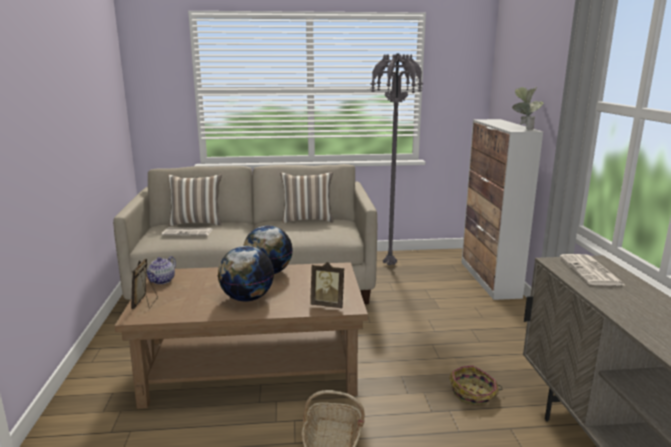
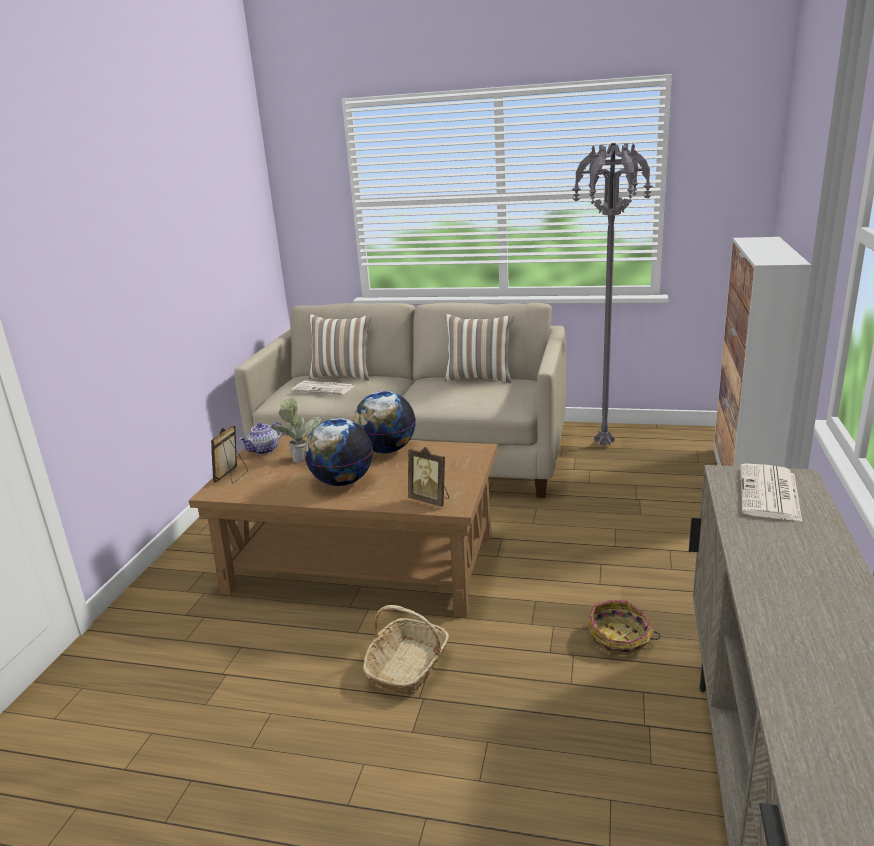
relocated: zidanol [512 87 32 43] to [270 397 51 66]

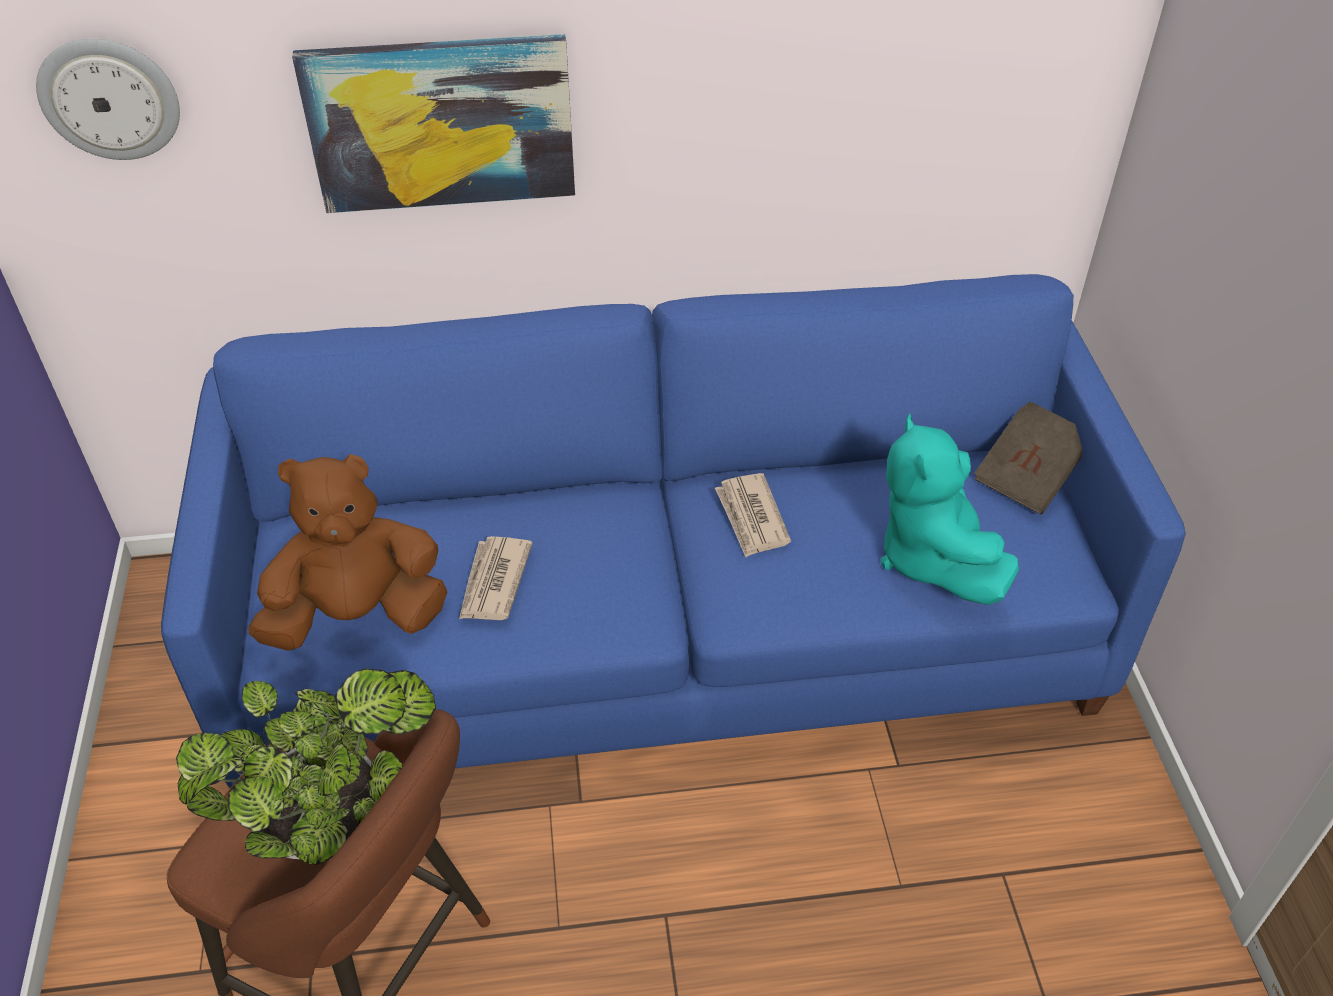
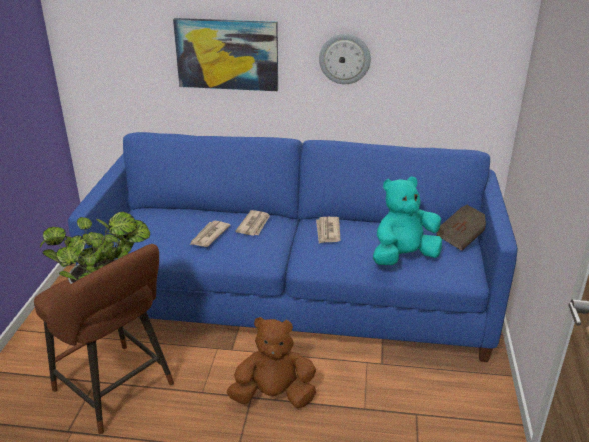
appeared: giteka [235 210 35 26]
relocated: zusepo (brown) [248 454 199 197] to [227 317 89 91]; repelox [36 39 144 121] to [319 34 52 50]
spun: zusepo (turquoise) [880 413 139 192] = [373 177 69 88] 60 degrees clockwise

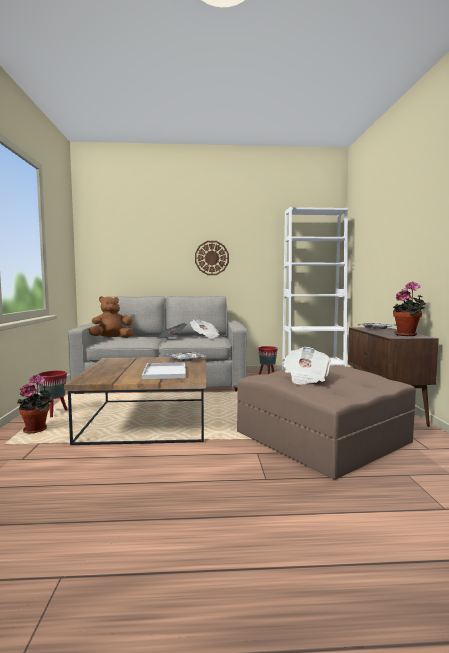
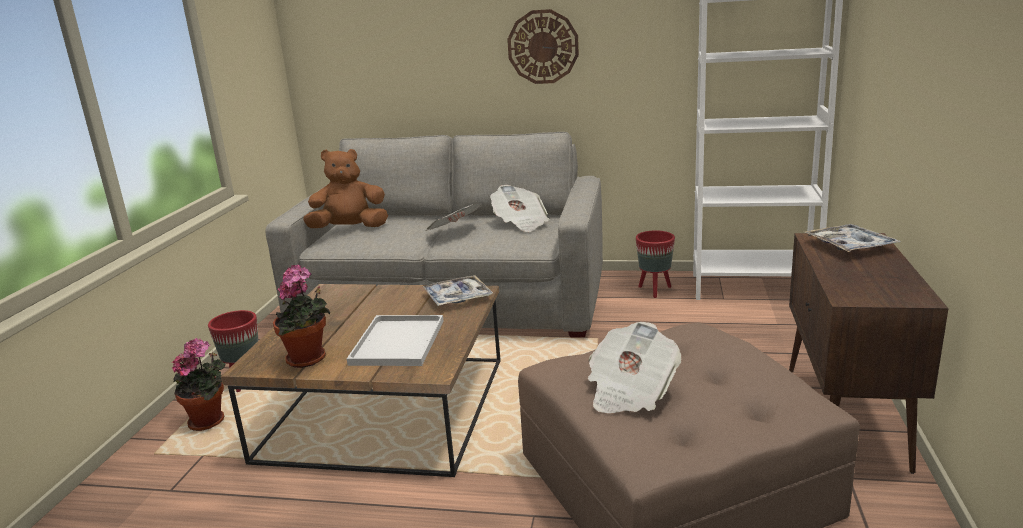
relocated: zidanol [393 282 33 54] to [273 265 57 103]

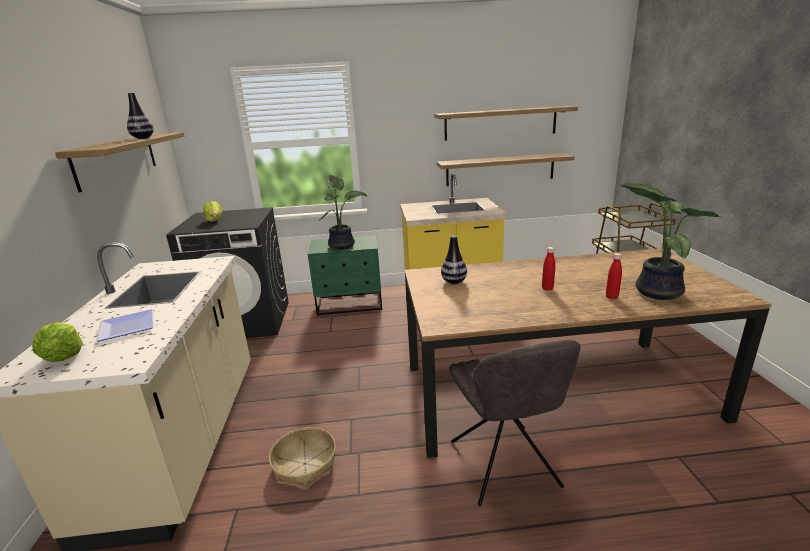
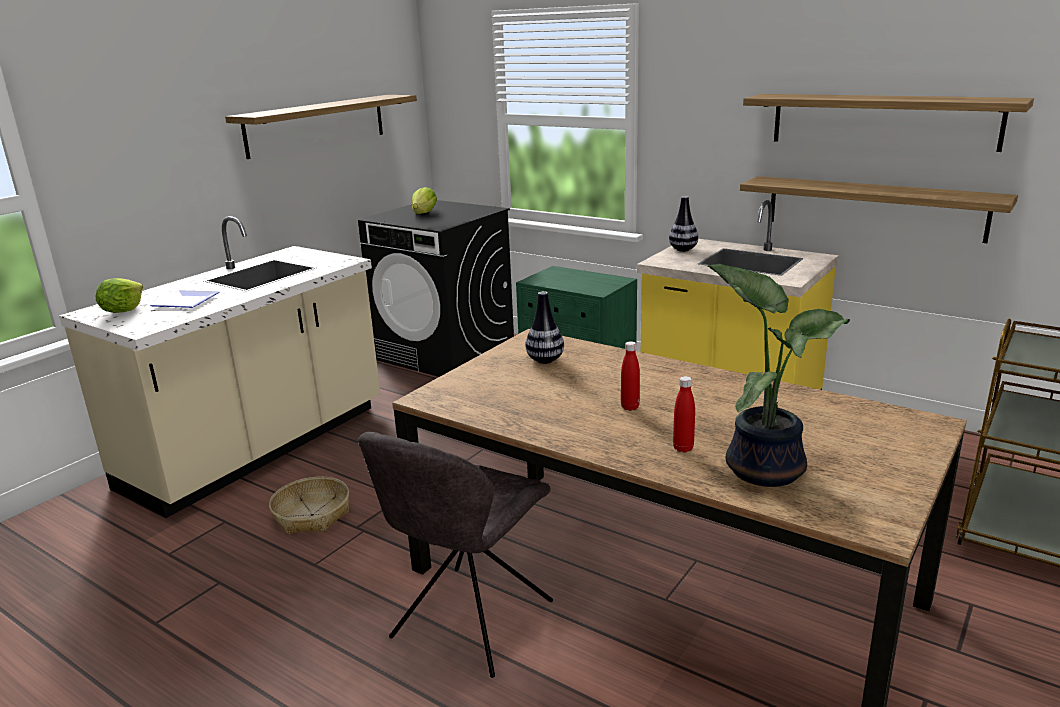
missing: zidanol [319 175 48 75]
relocated: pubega [127 93 27 46] to [669 196 29 56]

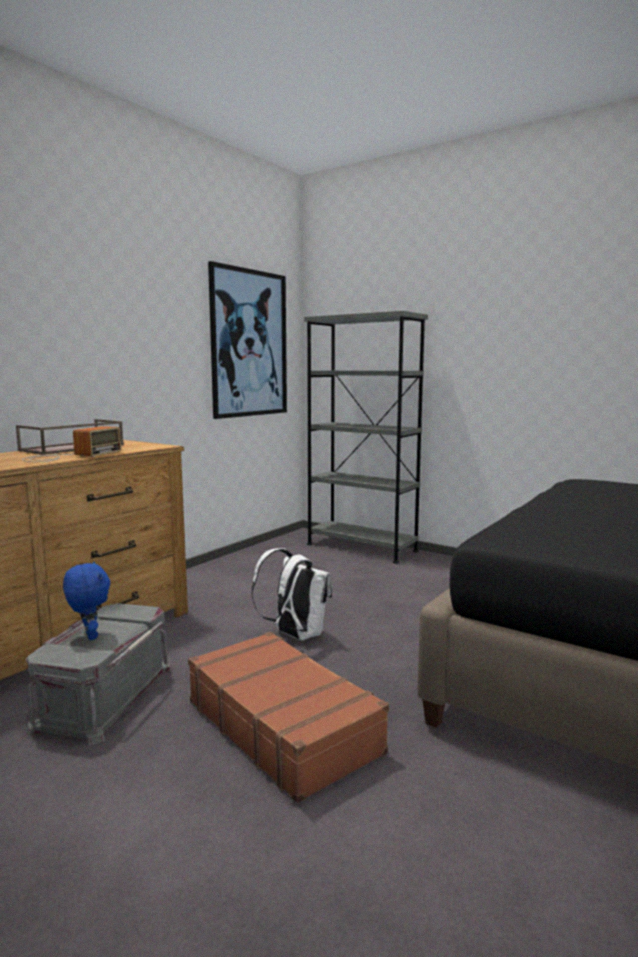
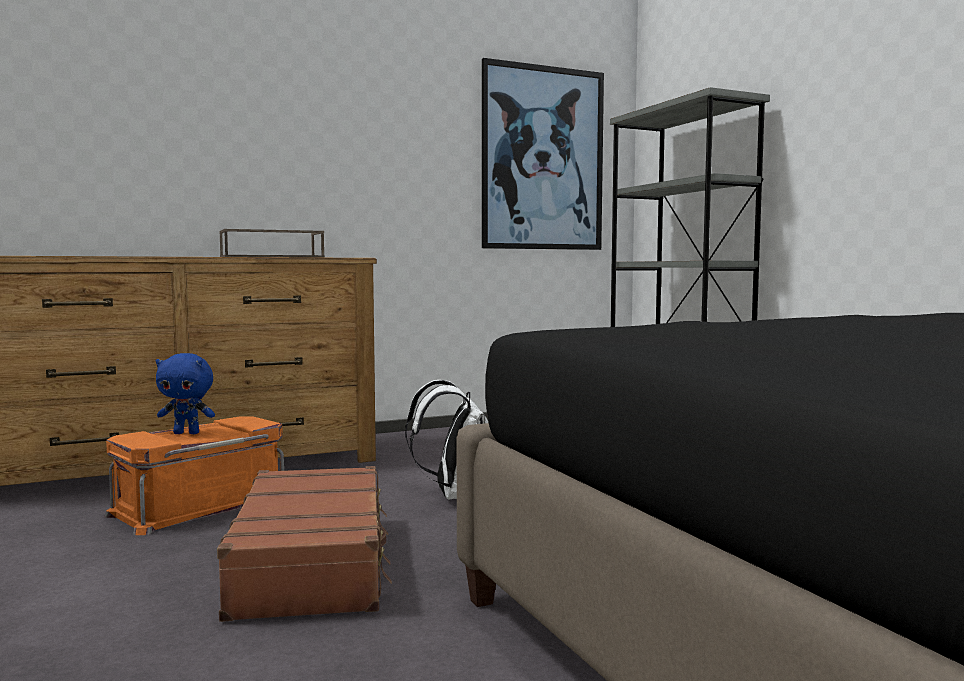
missing: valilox [22 426 99 36]
colour: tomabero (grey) [26 603 146 142] to tomabero (orange) [104 416 180 119]
spun: zusepo (blue) [63 562 48 78] = [156 353 59 81] 90 degrees clockwise

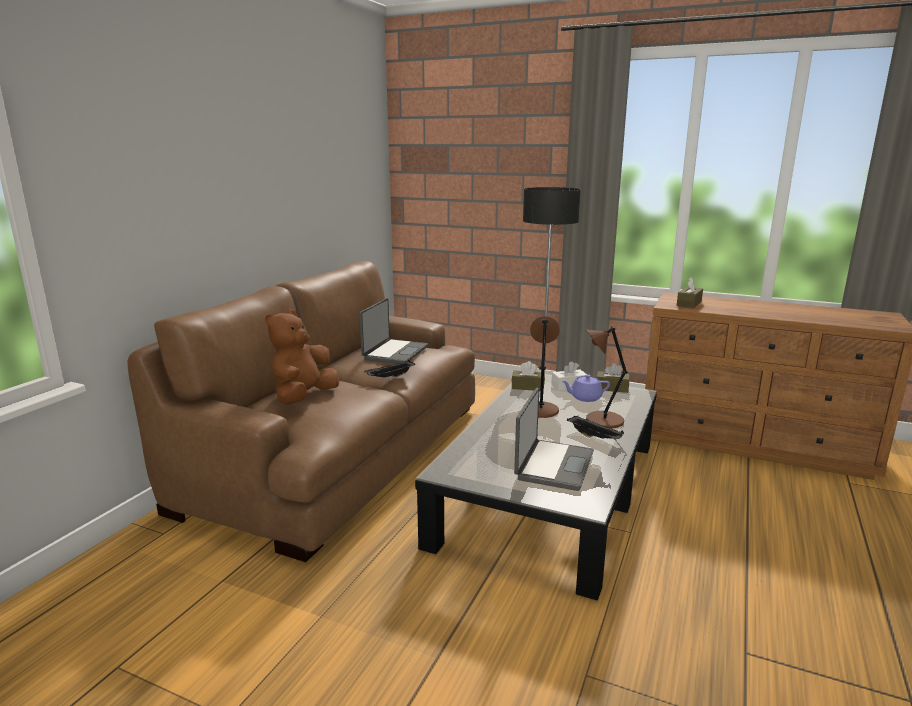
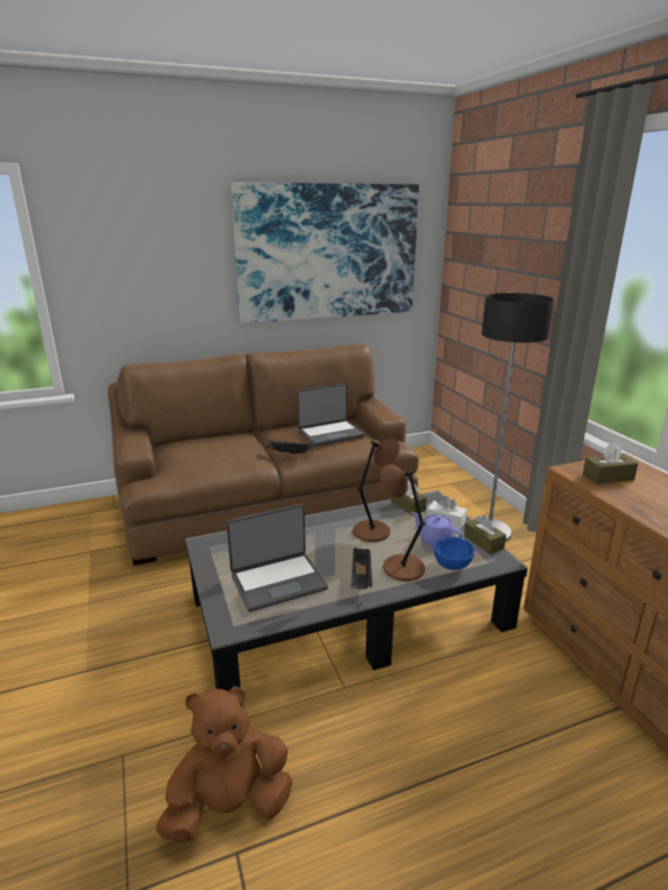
appeared: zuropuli [231 182 188 142]; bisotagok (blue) [434 537 41 33]
relocated: zusepo (brown) [265 310 74 94] to [156 686 136 157]

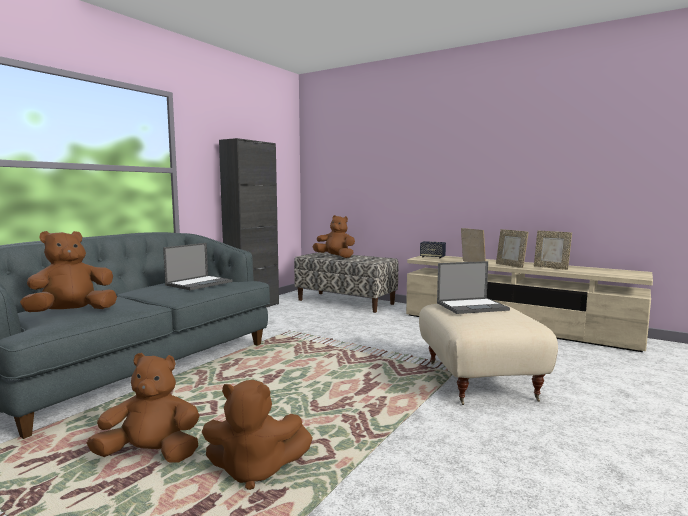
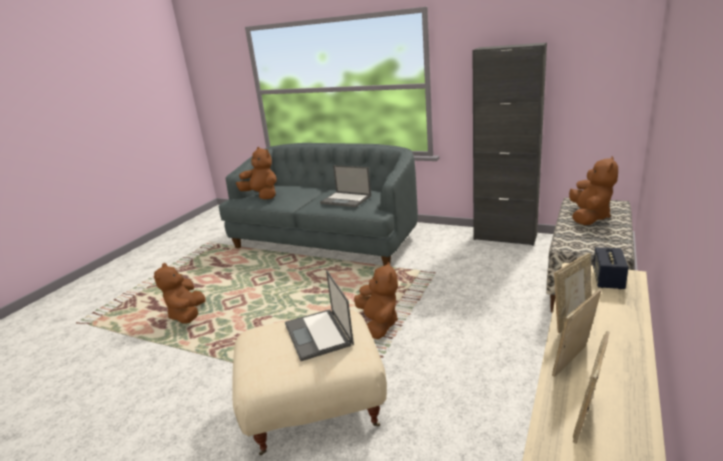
relocated: zusepo (brown) [87 353 113 110] to [354 262 44 77]

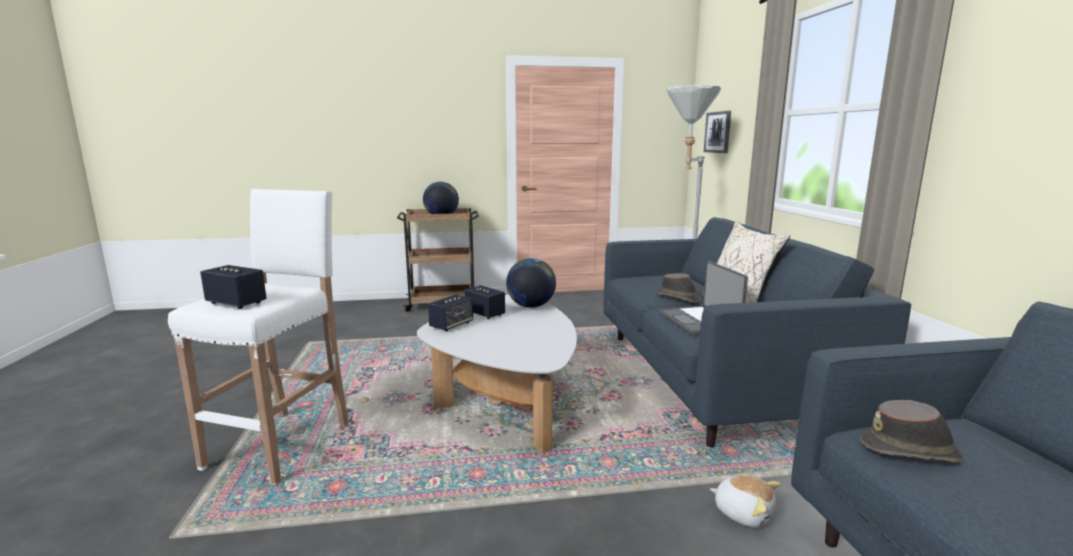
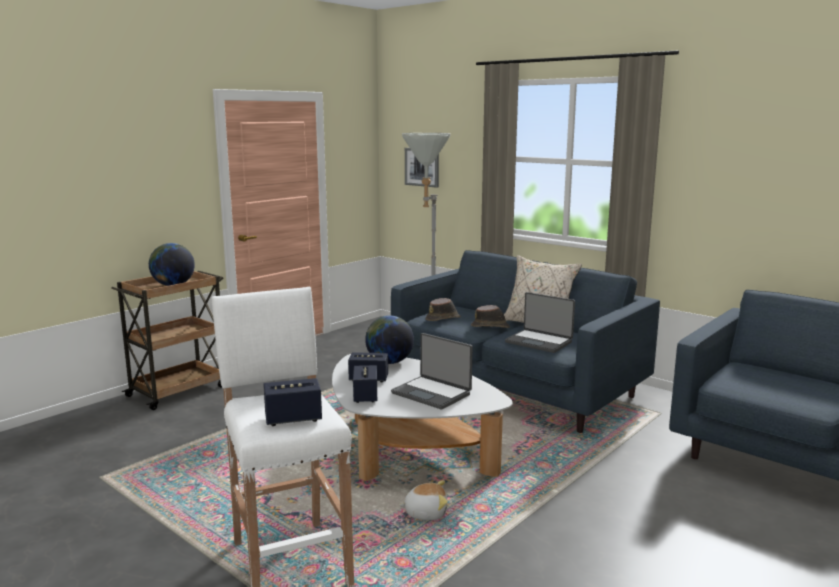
appeared: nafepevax [391 333 82 76]
relocated: zusepo [710 475 71 53] to [398 480 50 40]; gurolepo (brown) [860 400 104 63] to [426 298 35 23]

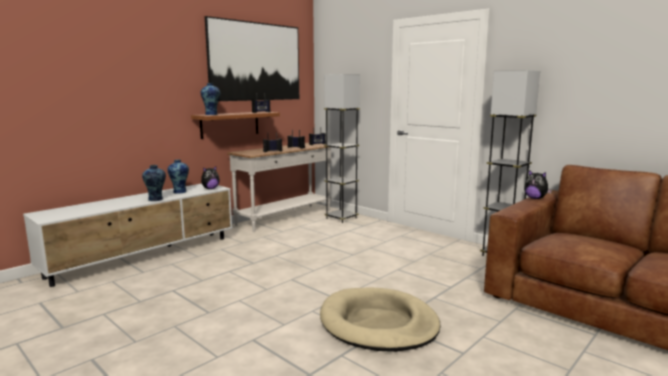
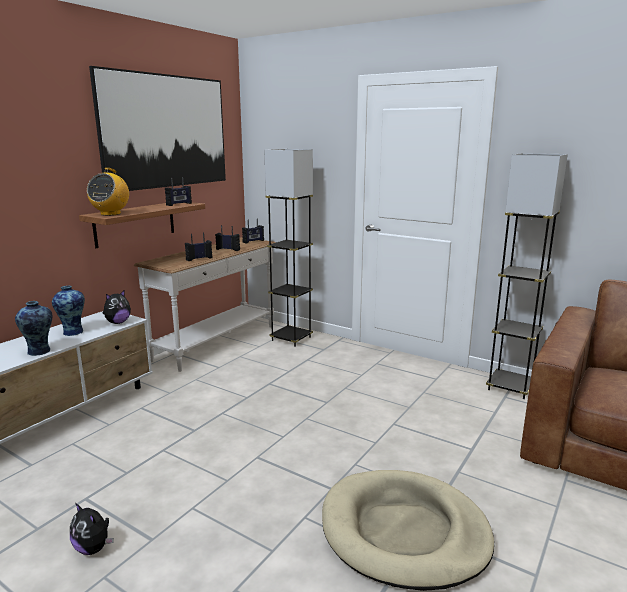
relocated: zusepo [524 170 28 29] to [70 503 44 52]
exchanged: pubega [201 83 19 32] to valilox [87 168 42 48]

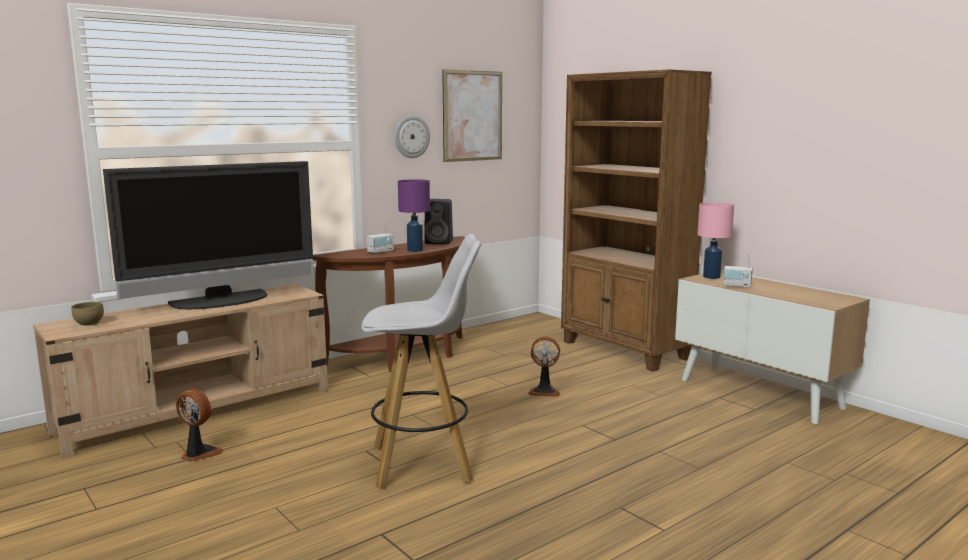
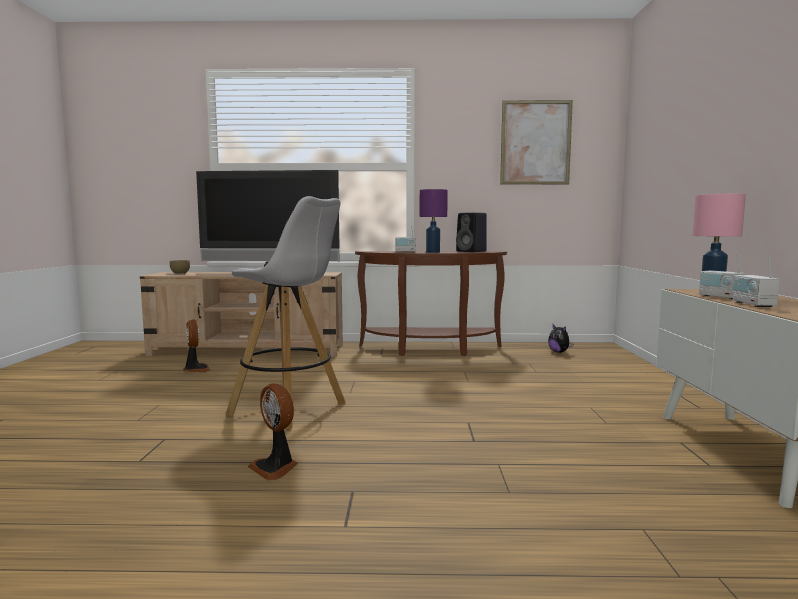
missing: repelox [395 115 35 43]; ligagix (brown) [561 69 151 303]
appeared: zusepo [548 325 25 28]; valilox [733 255 46 52]
relocated: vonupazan [528 336 32 61] to [248 383 50 98]

